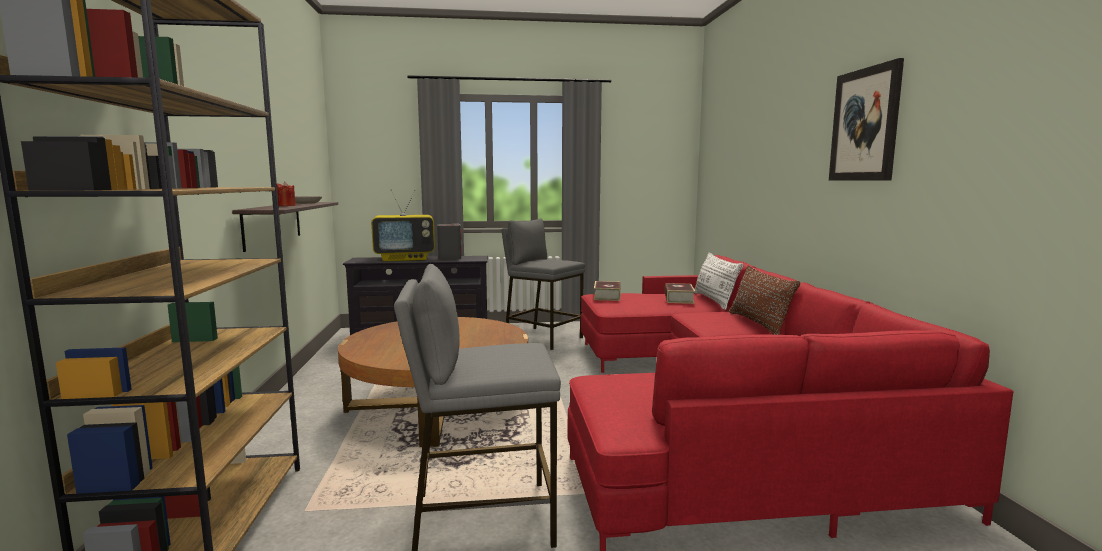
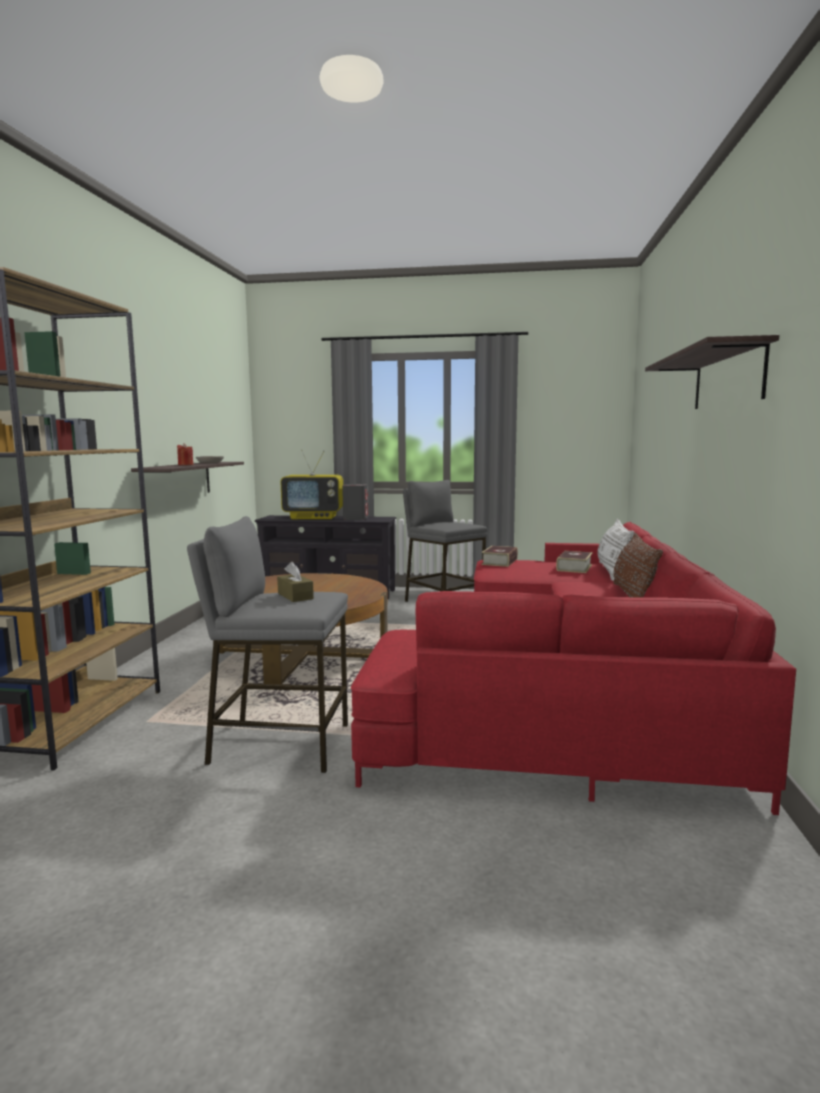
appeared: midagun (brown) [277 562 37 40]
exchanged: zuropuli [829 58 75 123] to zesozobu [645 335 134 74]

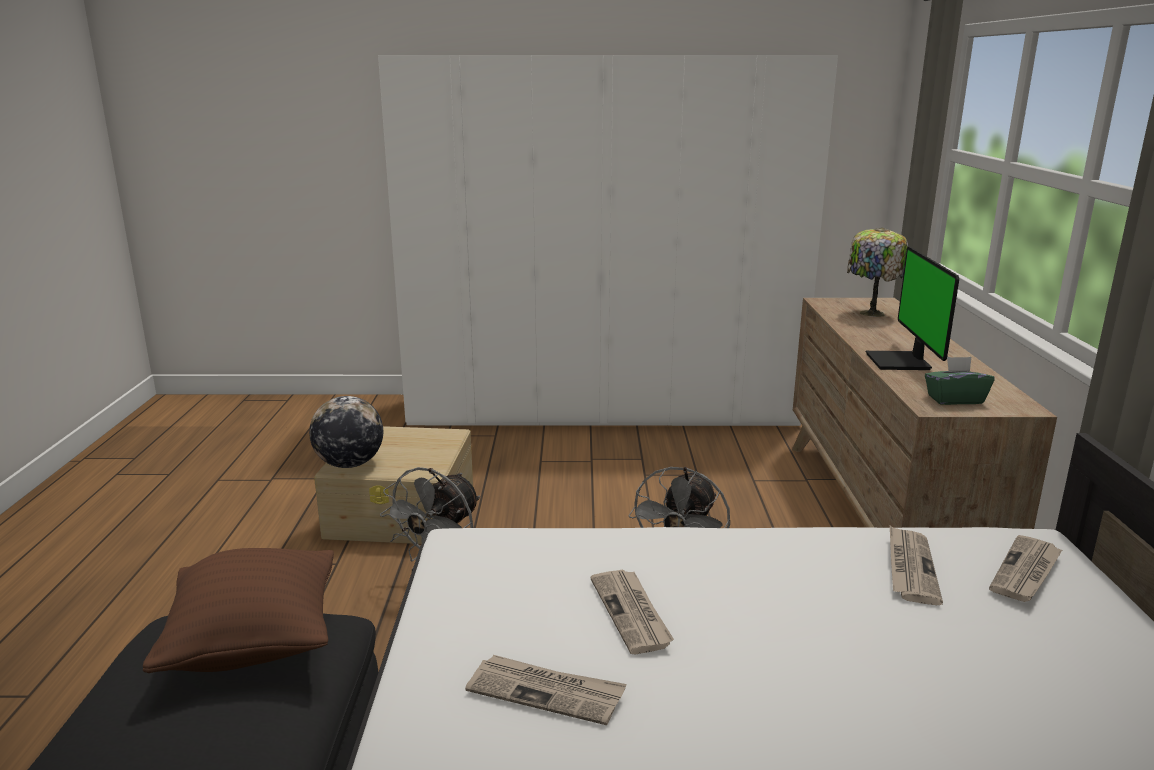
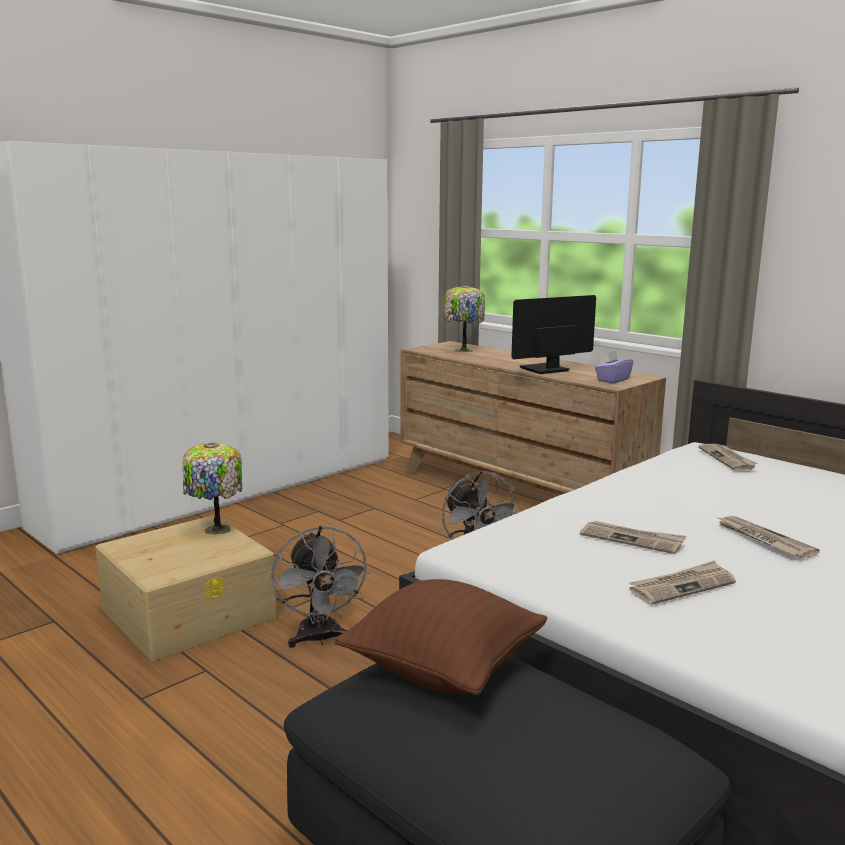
missing: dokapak [309 396 74 72]
appeared: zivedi [183 443 59 92]
relocated: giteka [890 526 53 79] to [719 516 101 43]
colour: midagun (green) [925 357 70 48] to midagun (purple) [595 350 38 34]
spun: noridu [866 247 93 123] = [511 295 85 79] 105 degrees clockwise

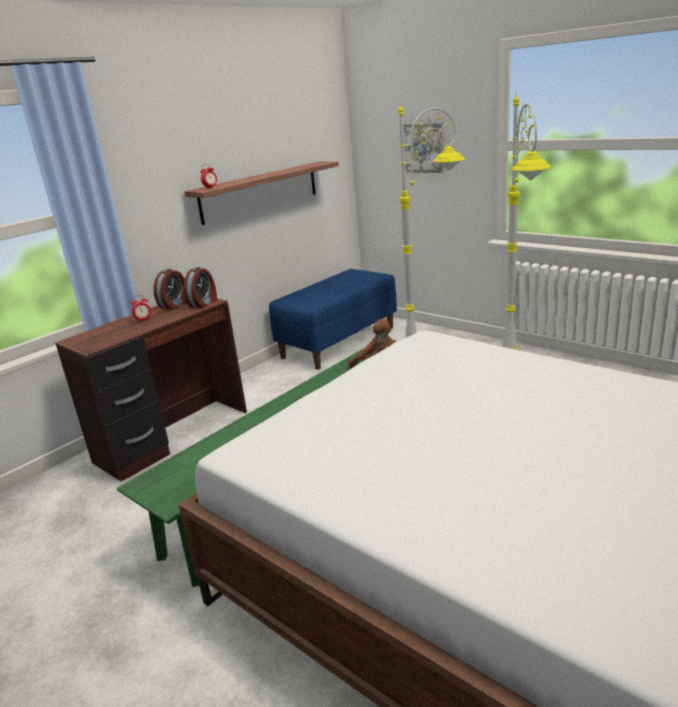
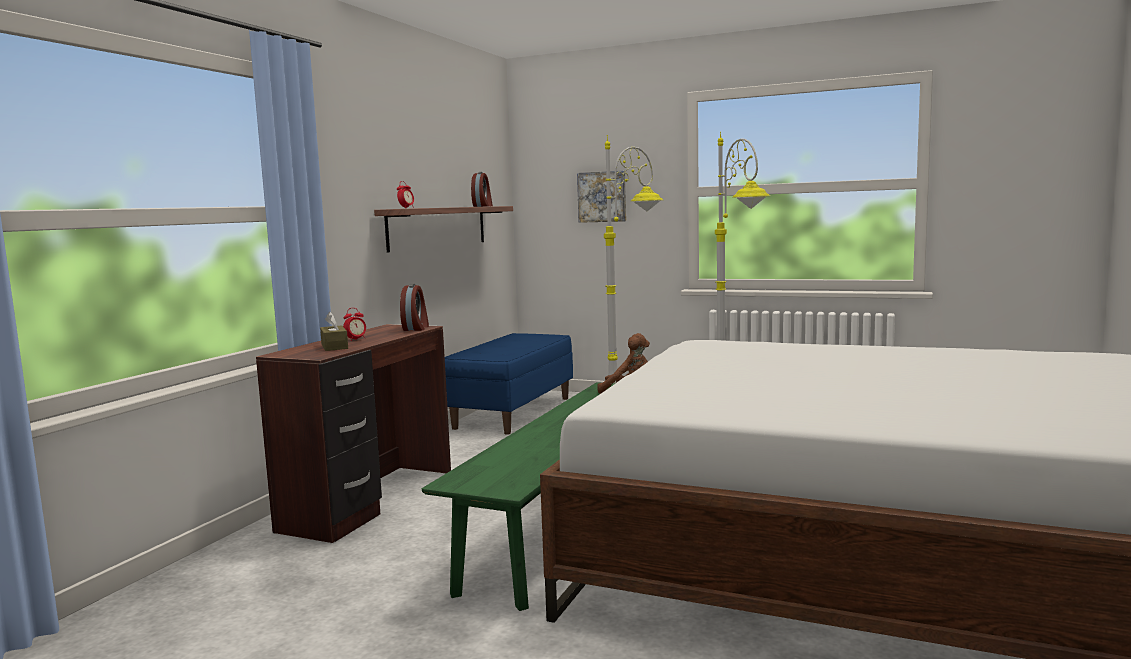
appeared: midagun (brown) [320 312 28 39]
relocated: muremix [154 269 33 41] to [471 172 22 35]

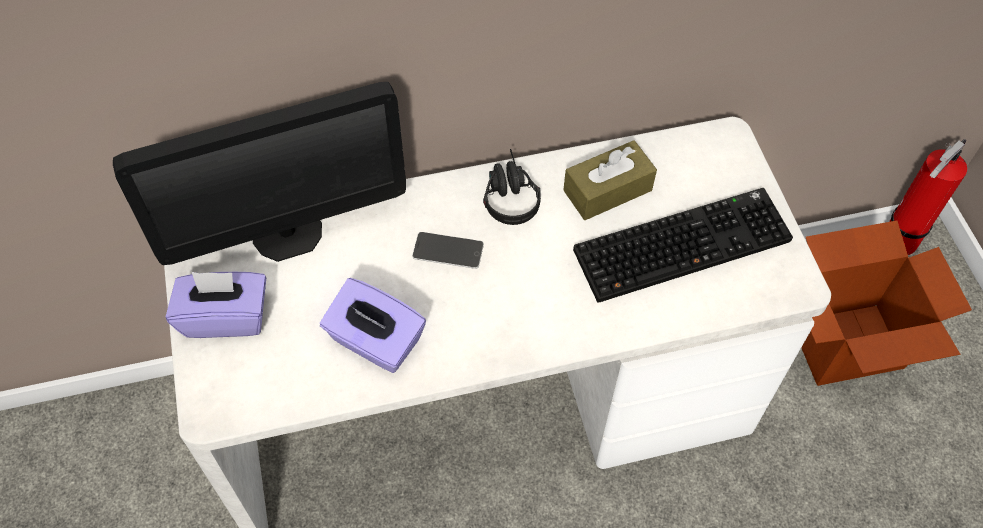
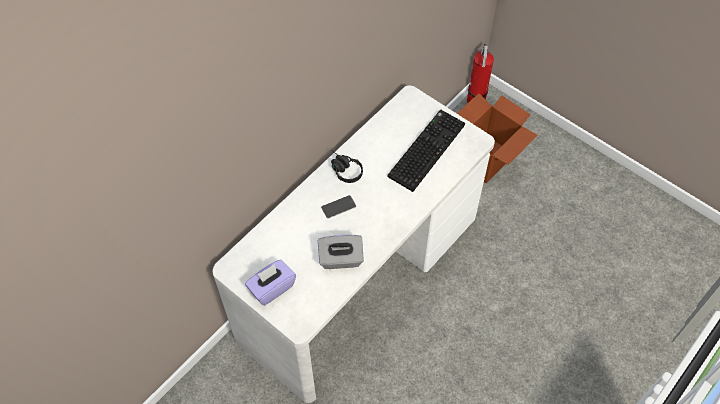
missing: noridu [113 82 293 183]; midagun (brown) [563 140 94 80]
colour: midagun (purple) [320 278 106 95] to midagun (grey) [318 235 46 34]

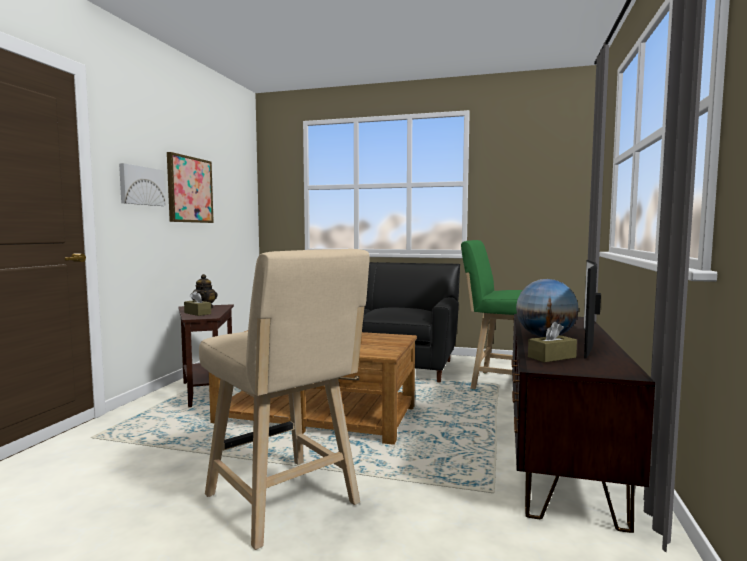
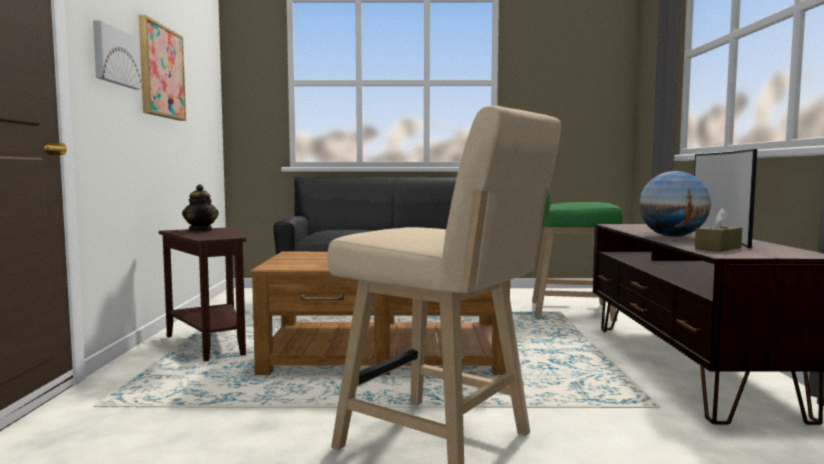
missing: midagun (brown) [184 291 27 25]

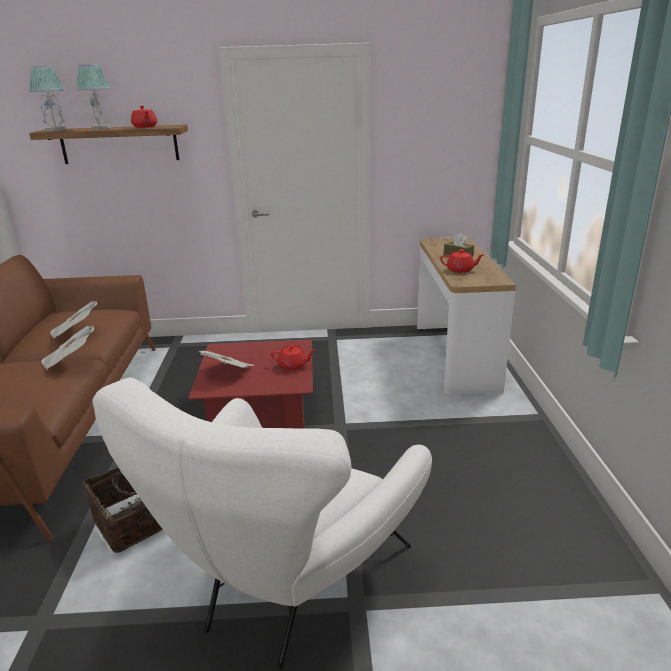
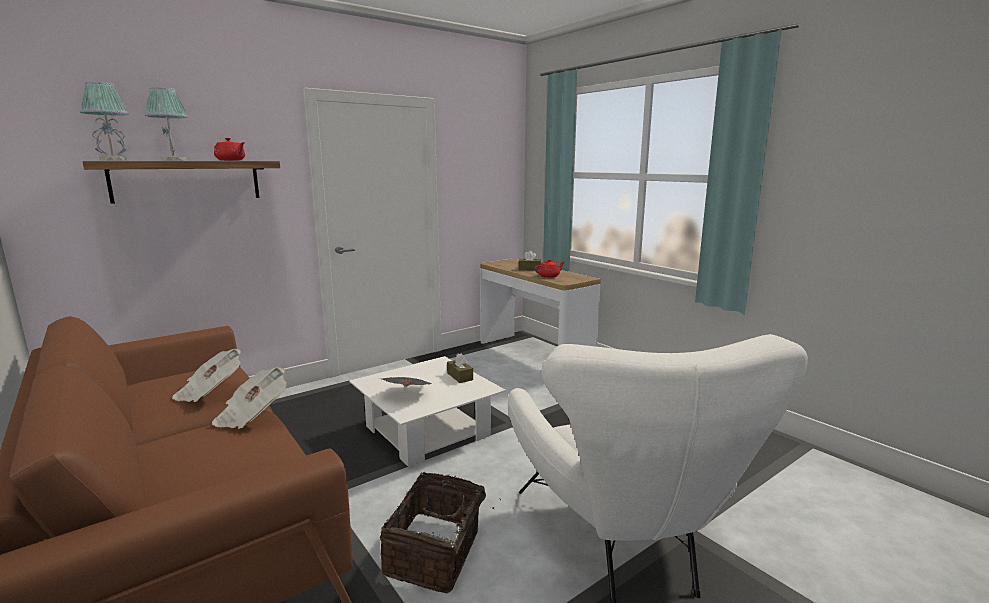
exchanged: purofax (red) [271 345 45 25] to midagun (brown) [447 353 26 30]
colour: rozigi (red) [188 339 125 89] to rozigi (white) [349 356 157 111]

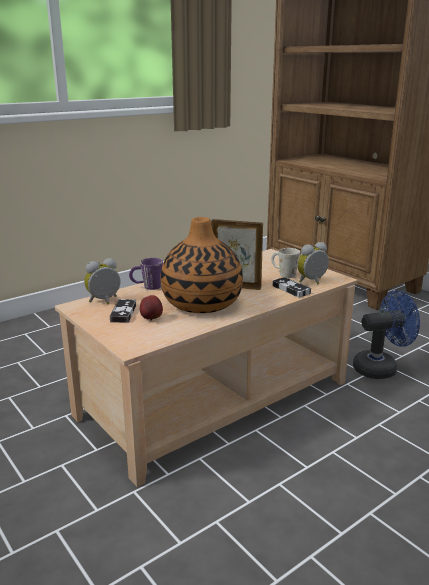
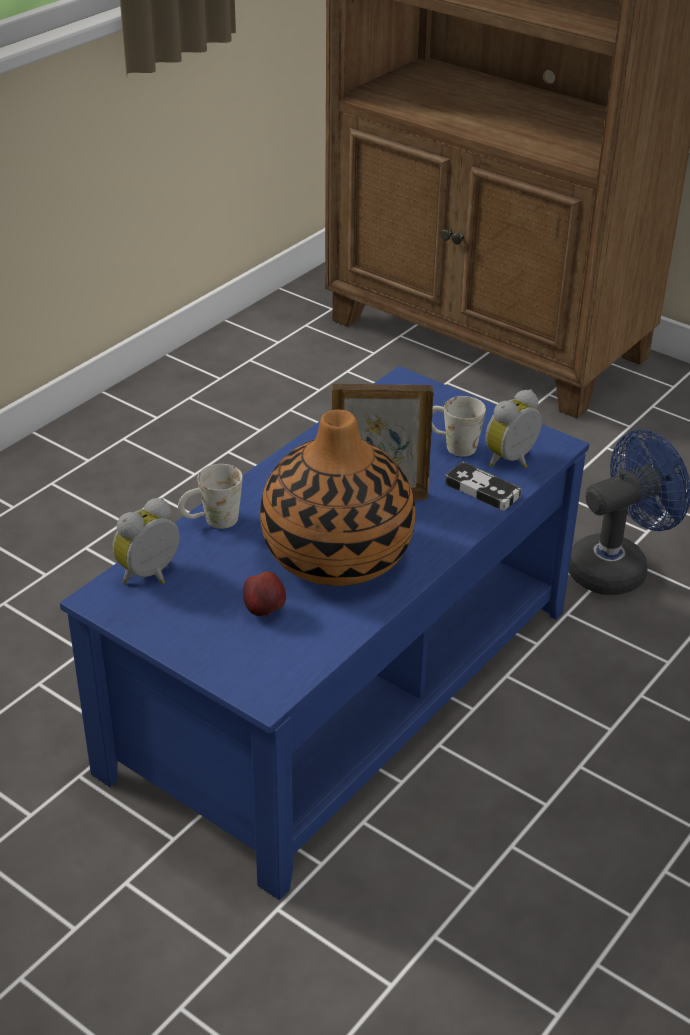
missing: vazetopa [110 299 26 24]
colour: rozigi (beige) [55 249 303 238] to rozigi (blue) [60 366 529 534]; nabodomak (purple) [129 258 34 32] to nabodomak (white) [178 464 65 65]

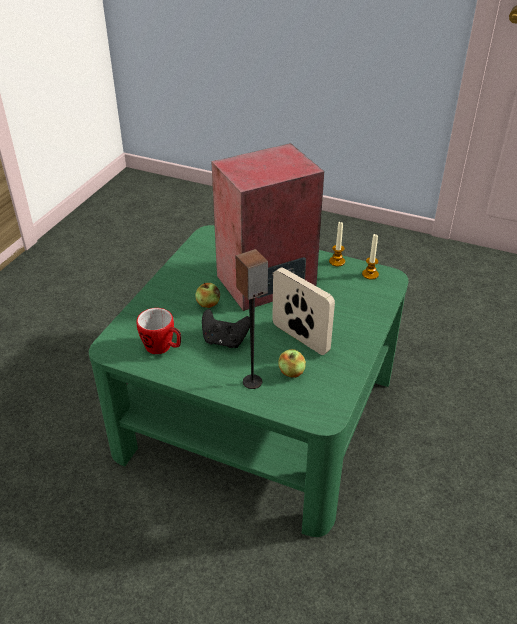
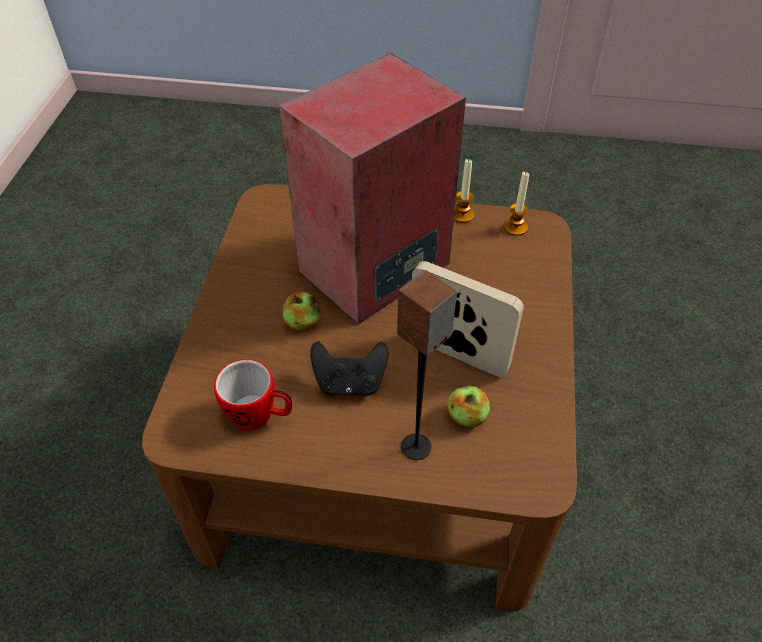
colour: rozigi (green) [89 225 320 312] to rozigi (brown) [142 184 435 428]

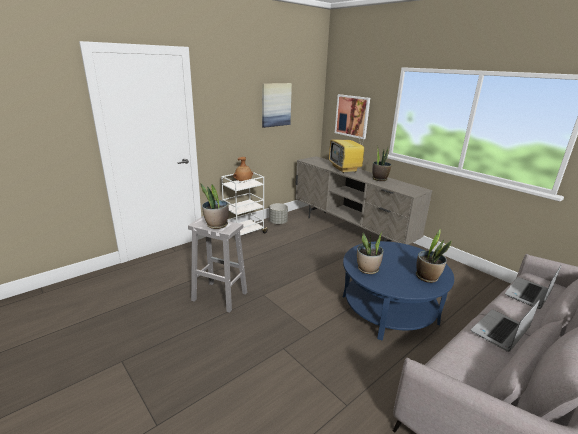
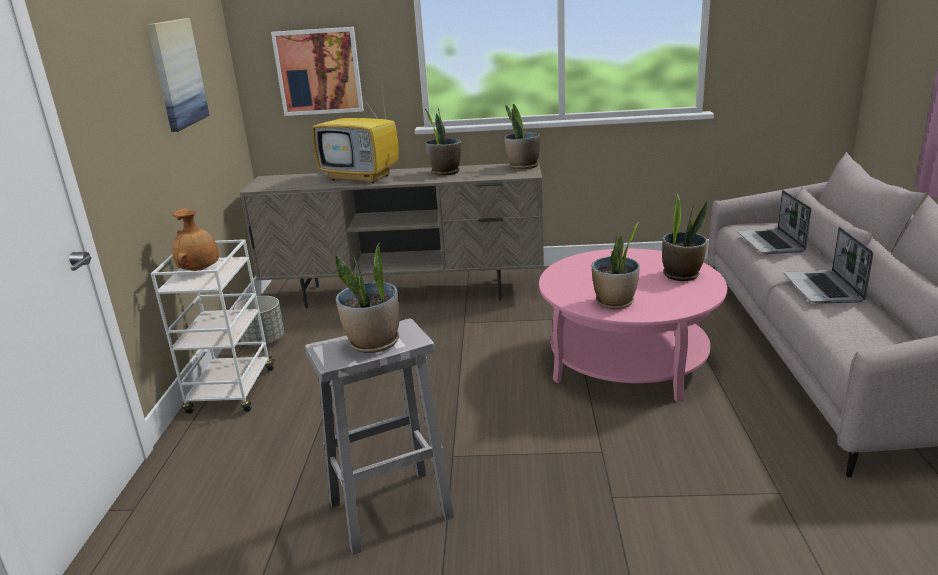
appeared: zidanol [504 104 36 65]
colour: rozigi (blue) [343 241 111 100] to rozigi (pink) [539 248 188 154]

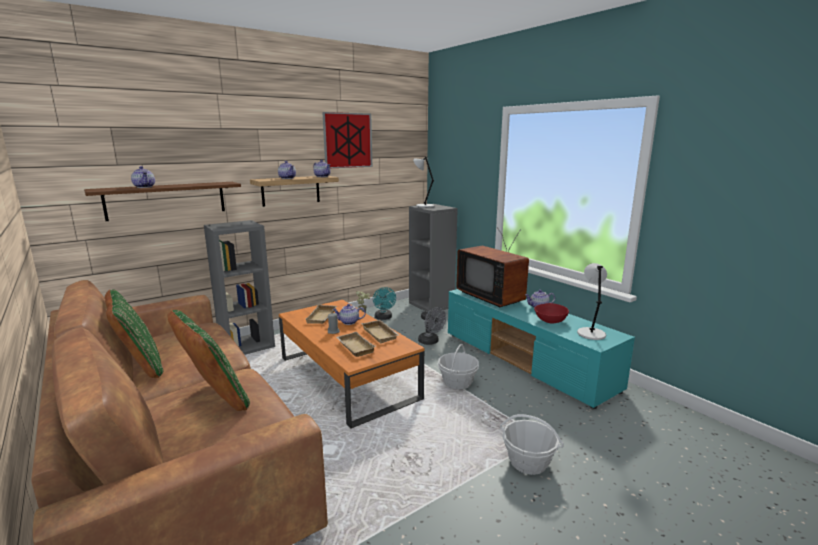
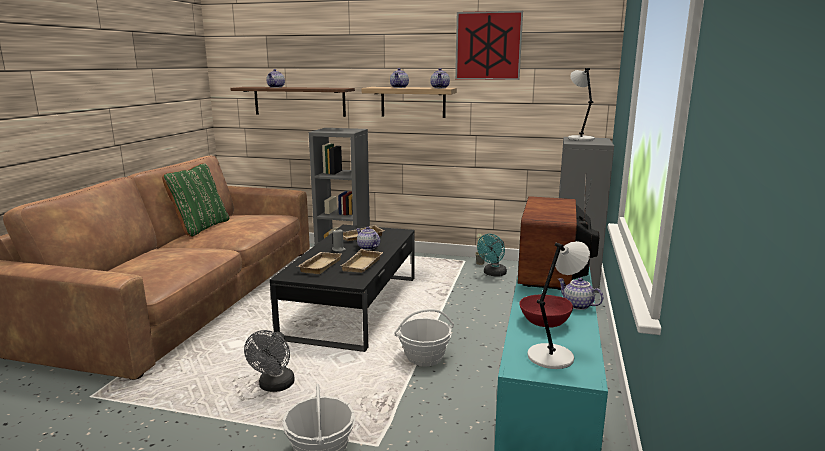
missing: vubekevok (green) [167 310 83 101]
relocated: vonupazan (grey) [418 307 28 38] to [244 330 51 62]
colour: rozigi (orange) [279 300 145 129] to rozigi (black) [270 225 145 127]

